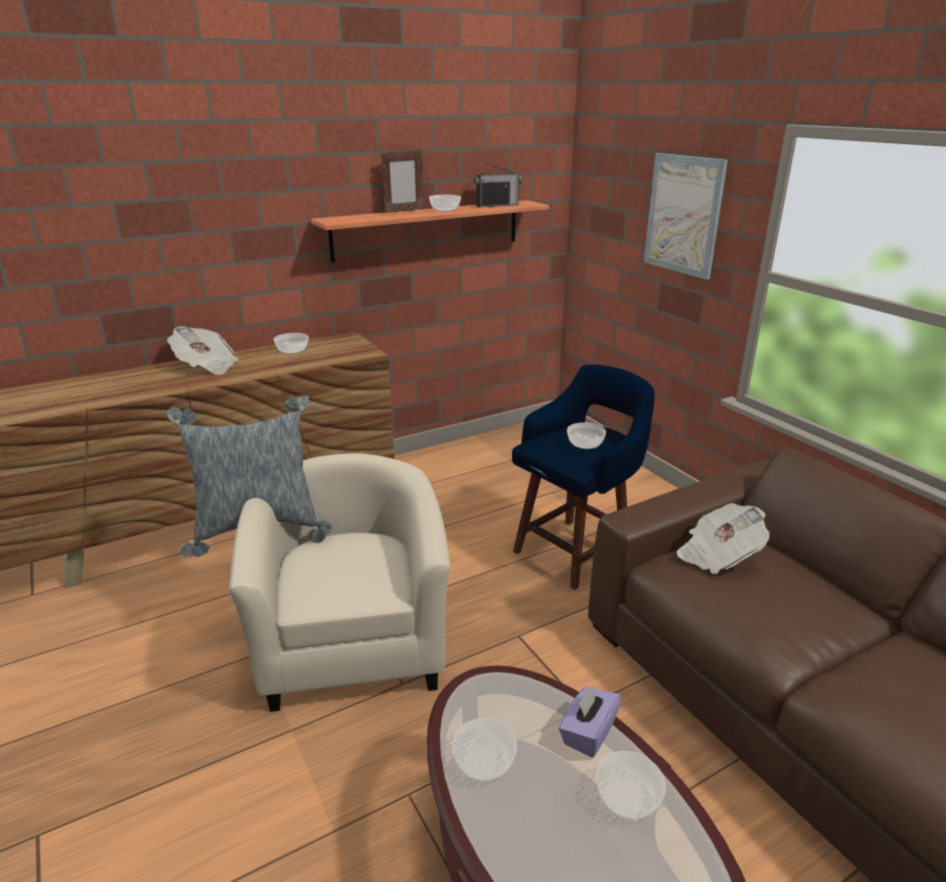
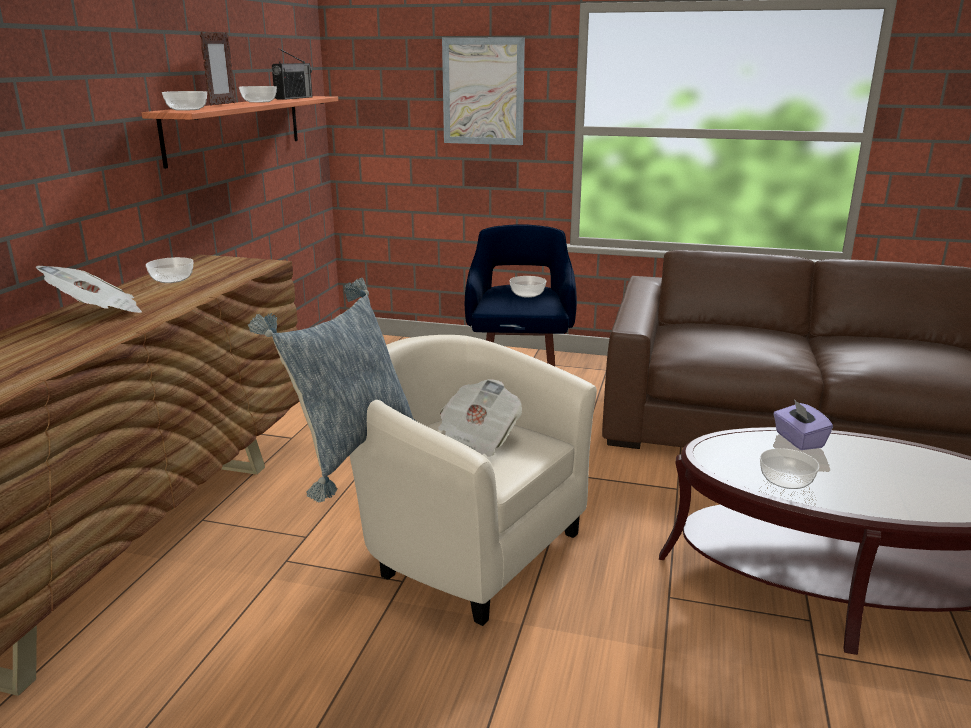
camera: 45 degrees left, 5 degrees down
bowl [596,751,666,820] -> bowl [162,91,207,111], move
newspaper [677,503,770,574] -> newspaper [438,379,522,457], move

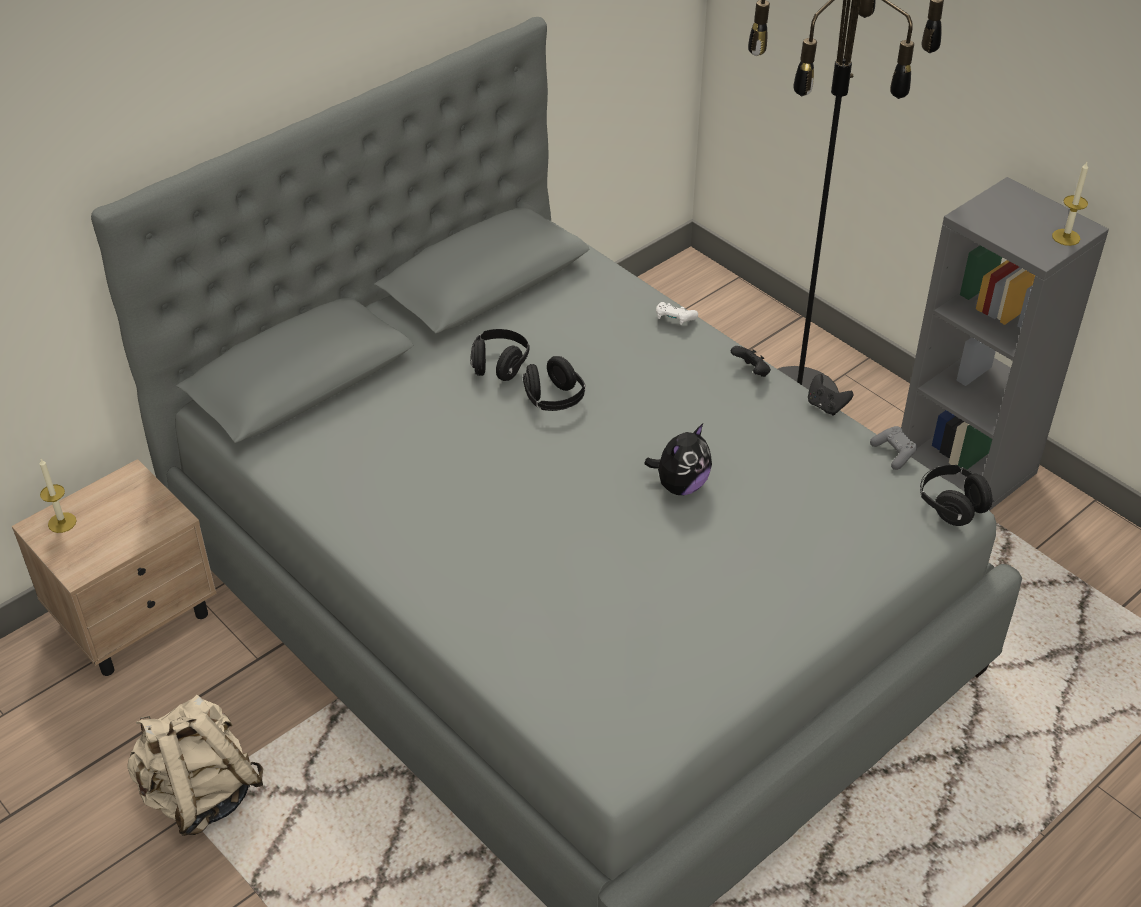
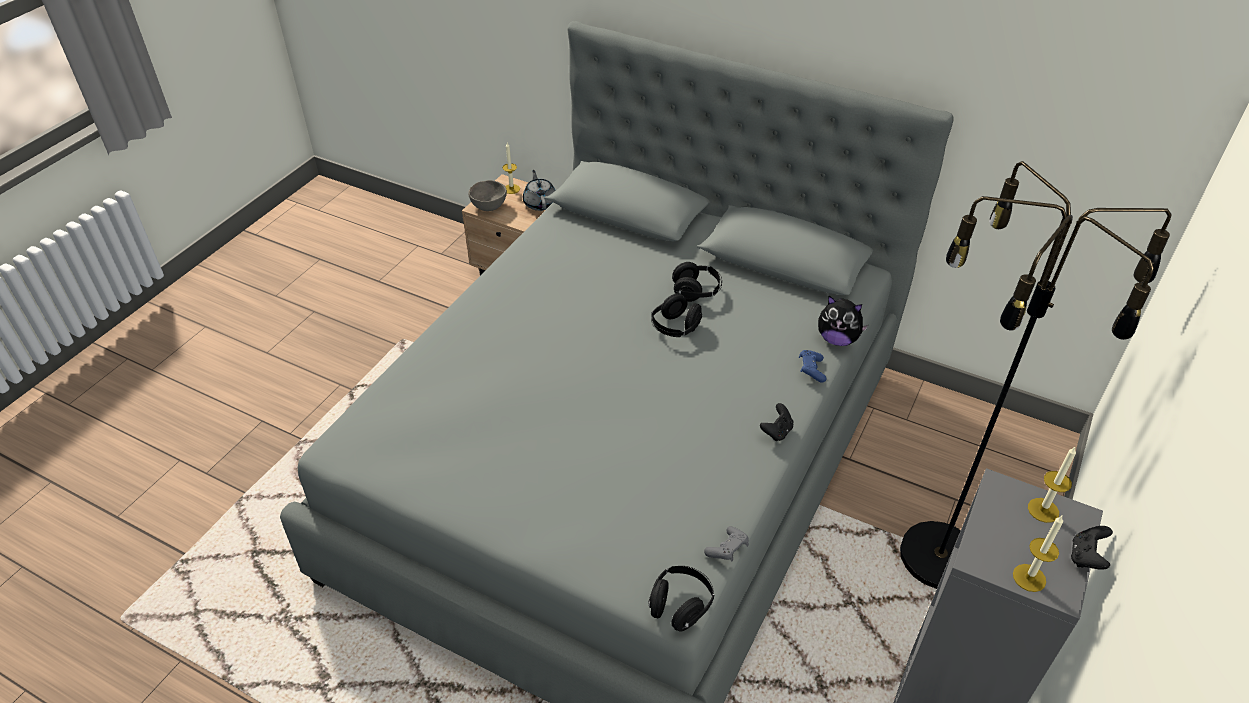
camera: 70 degrees right, 0 degrees up
none -> greyish bowl [468,180,507,211]
none -> greyish tea pot [523,170,556,211]
white-coloured game controller [656,302,698,325] -> bluish game controller [799,350,827,382]
cuddly toy [644,423,712,495] -> cuddly toy [818,296,869,346], move
none -> candle [1028,446,1076,523]
black-coloured game controller [808,374,854,416] -> black-coloured game controller [1071,526,1113,569], move
beige-coloured rucksack [127,695,264,836] -> none

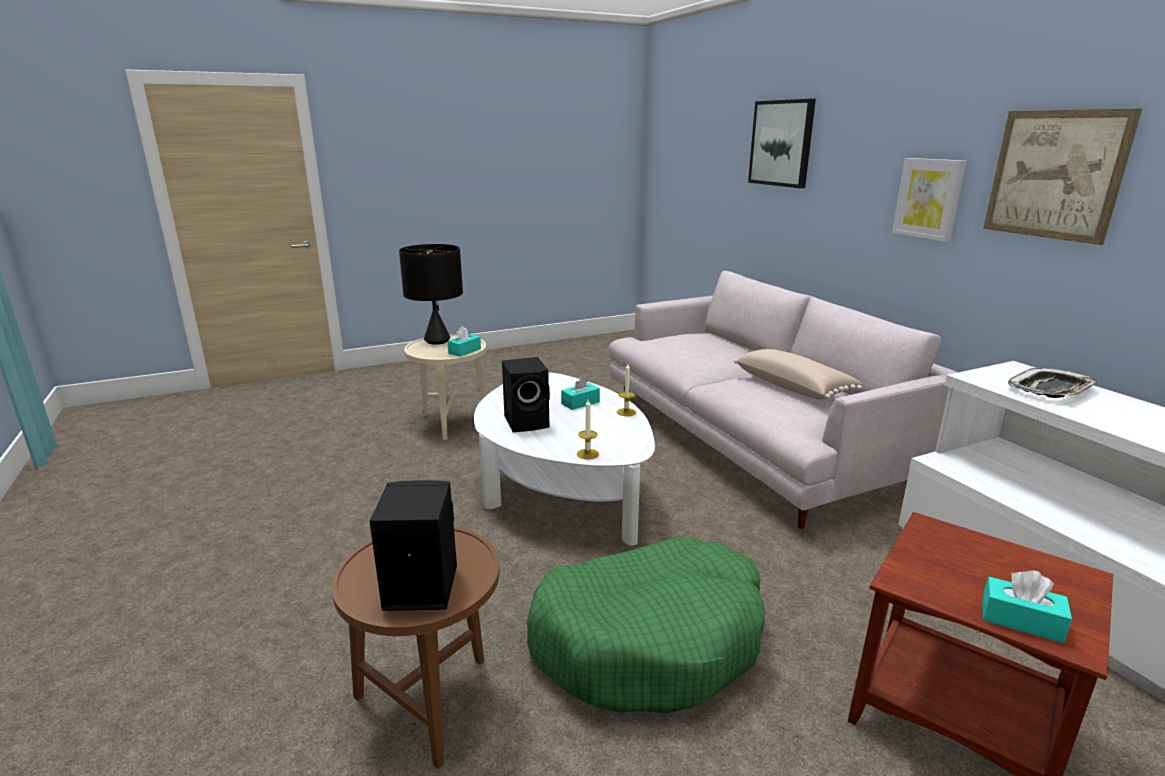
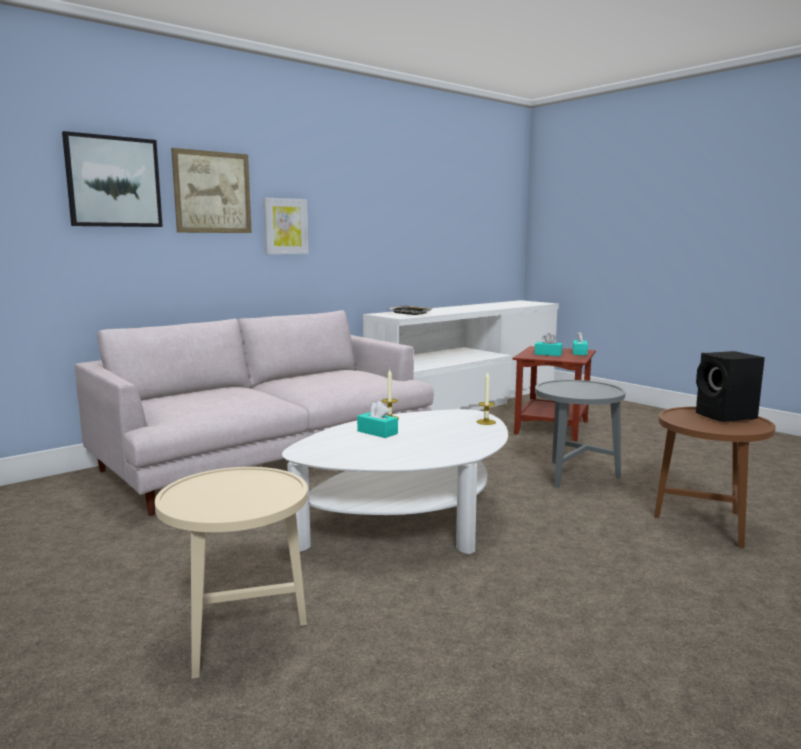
camera: 105 degrees left, 10 degrees down
picture [983,108,1142,245] -> picture [171,148,252,233], move
turquoise-coloured box of tissues [448,326,481,357] -> turquoise-coloured box of tissues [535,333,563,356], move
green dog bed [527,538,765,714] -> greyish accent table [535,380,626,488]
black-coloured table lamp [399,244,463,345] -> none
black-coloured audio speaker [502,357,550,432] -> none
beige-coloured pillow [734,349,862,400] -> none

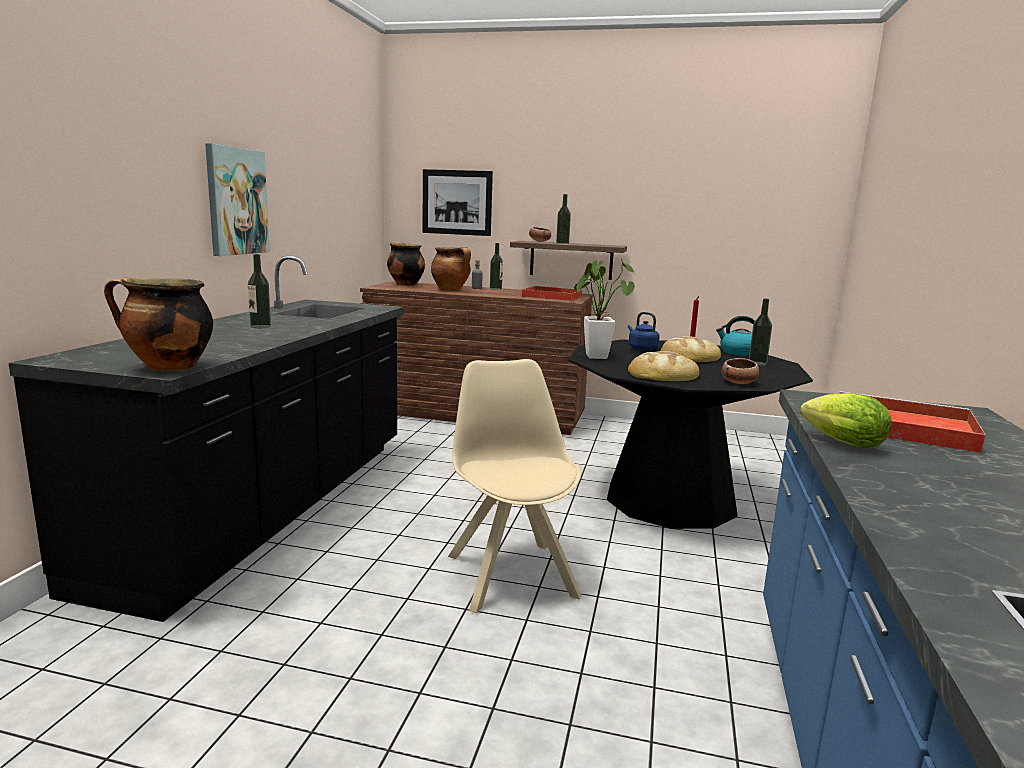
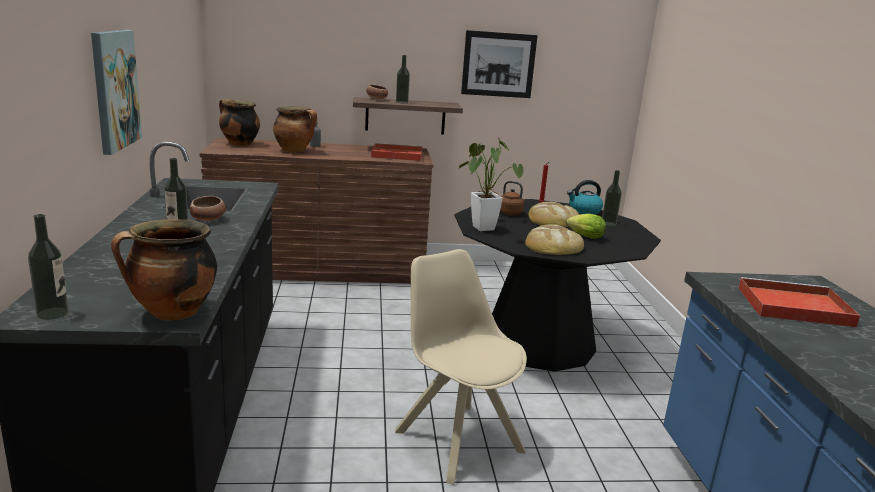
camera: 20 degrees left, 5 degrees up
bottle [490,243,503,290] -> bottle [28,214,68,320], move
bowl [722,358,759,384] -> bowl [190,196,226,221], move
picture [422,169,493,236] -> picture [461,30,538,98], move
bluish kettle [628,312,660,350] -> brown kettle [494,181,525,215]
head of lettuce [800,393,891,448] -> head of lettuce [566,214,606,239], move

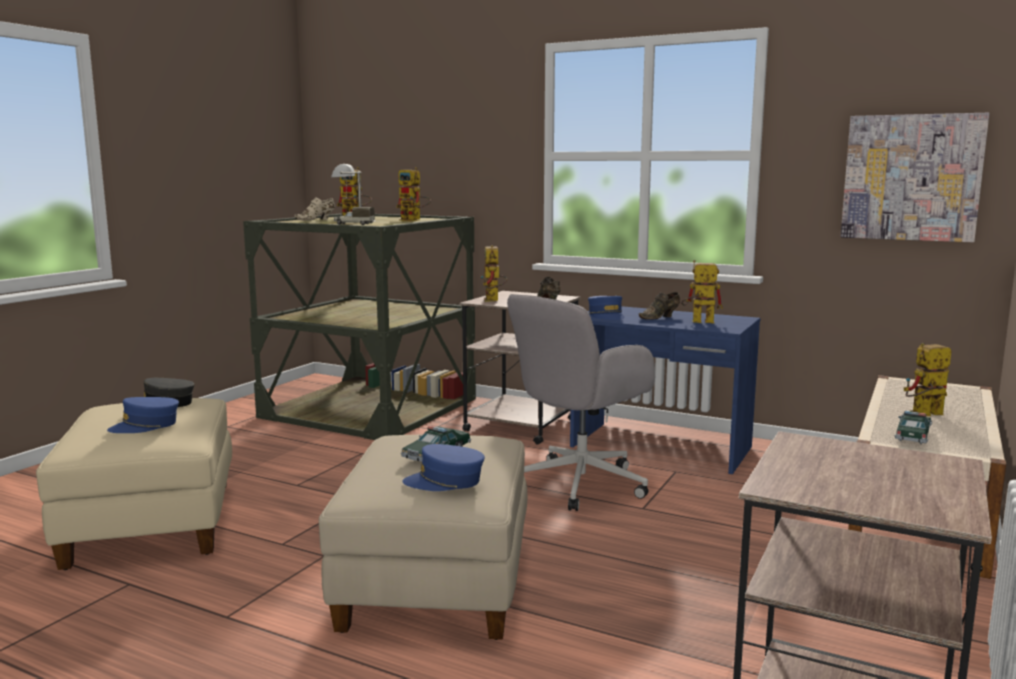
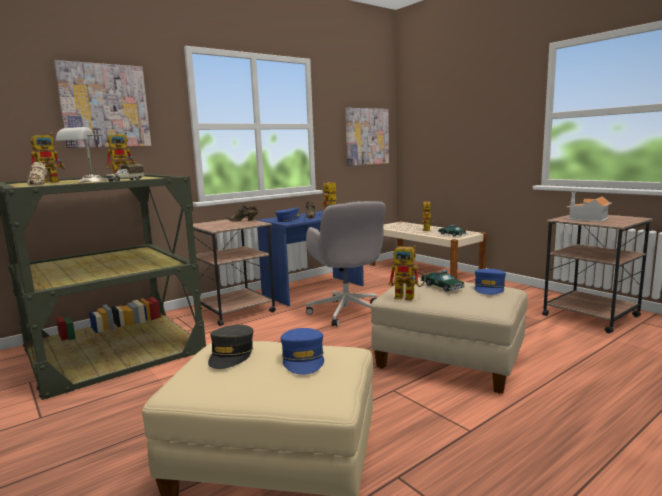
camera: 65 degrees left, 0 degrees up
none -> picture [54,60,151,148]
robot figure [481,245,507,302] -> robot figure [388,245,426,301], move
none -> toy house [566,192,612,222]

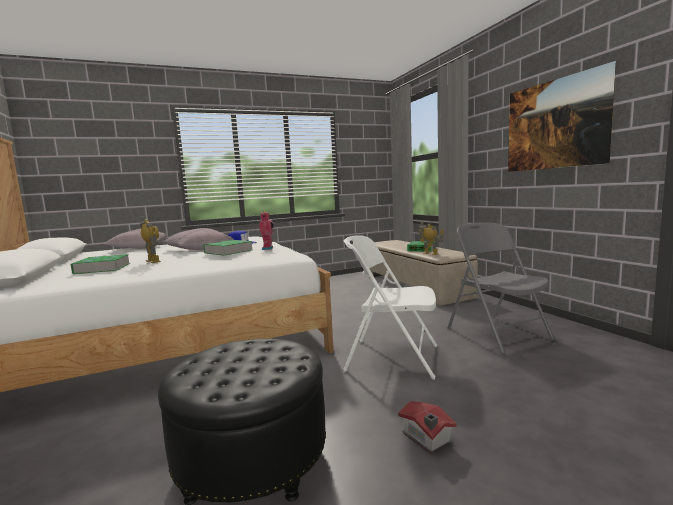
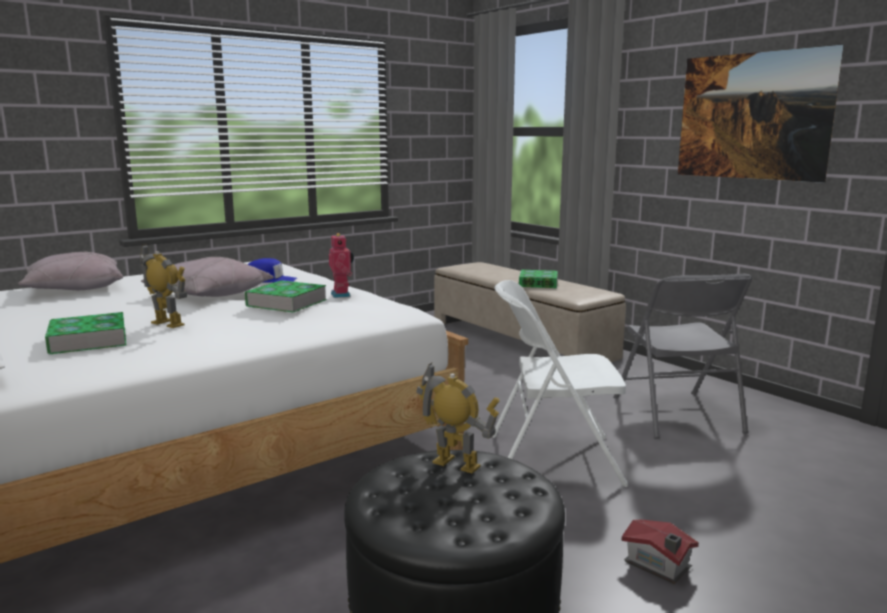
camera: 15 degrees left, 5 degrees up
robot figure [418,221,444,255] -> robot figure [416,363,499,474], move
greyish plain chair [447,222,555,355] -> greyish plain chair [613,274,752,439], 150 degrees counterclockwise

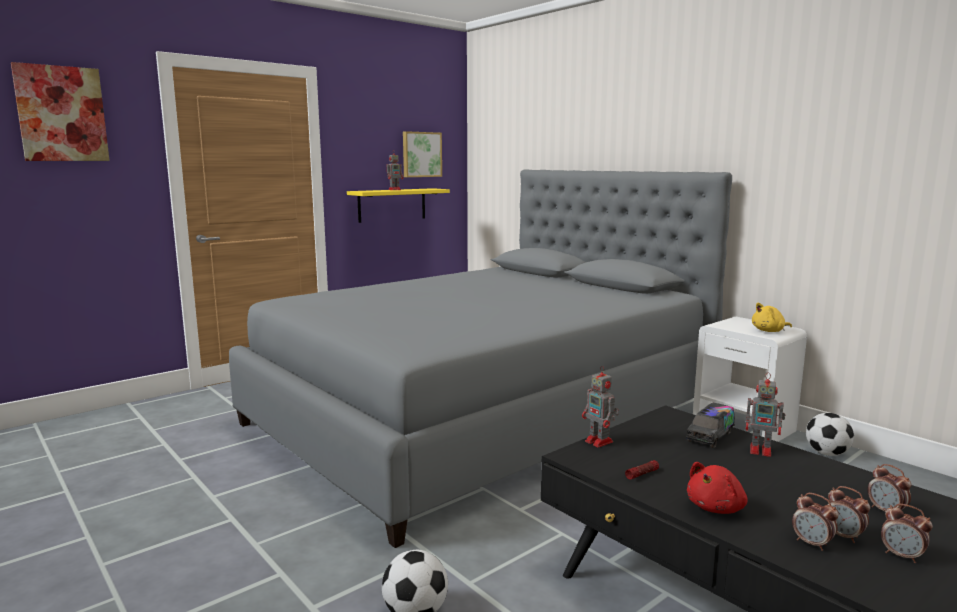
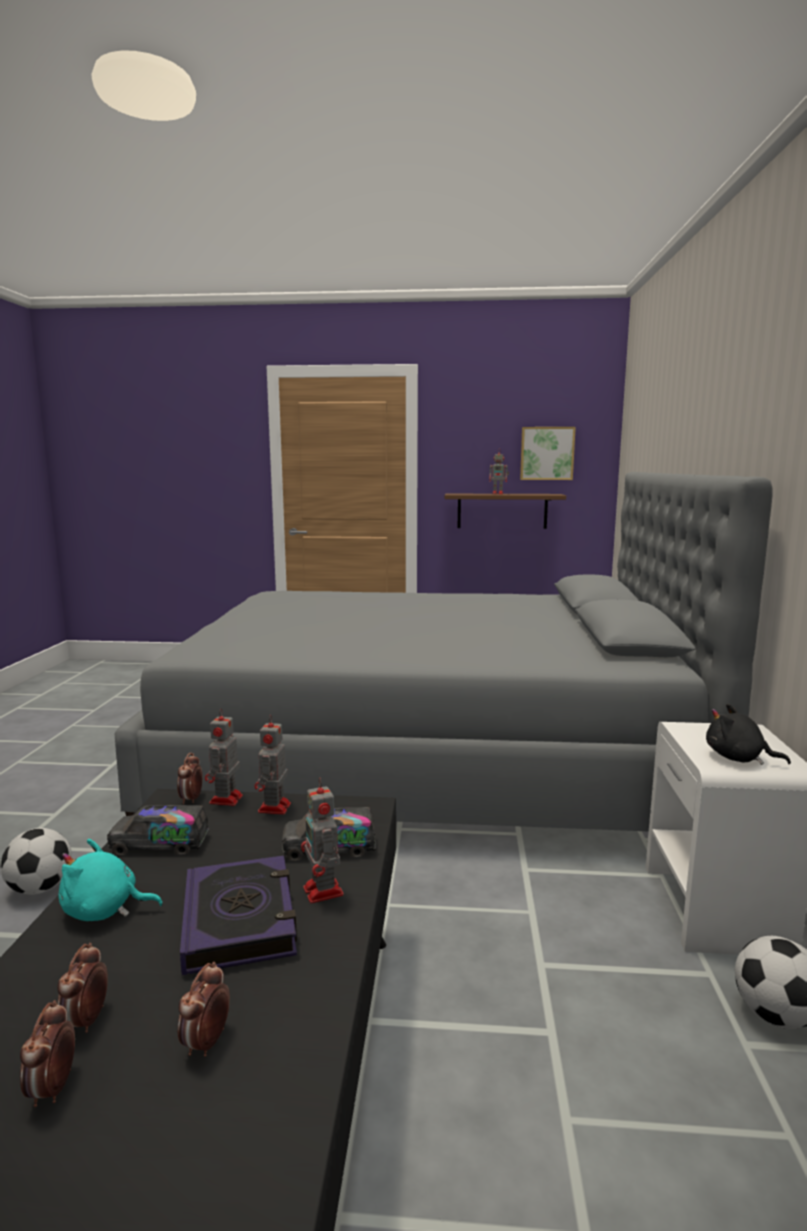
camera: 45 degrees right, 0 degrees up
red-coloured cuddly toy [687,462,748,514] -> turquoise-coloured cuddly toy [58,839,163,921]
flashlight [625,460,659,480] -> model truck [107,805,209,855]
bedside clock [792,493,839,551] -> bedside clock [177,753,203,805], move
none -> bound book [180,856,297,975]
none -> robot figure [254,714,291,815]
yellowish wall shelf [347,188,450,223] -> brown wall shelf [444,494,566,529]
yellowish cuddly toy [752,303,792,332] -> black-coloured cuddly toy [706,704,791,765]
picture [11,62,110,161] -> none

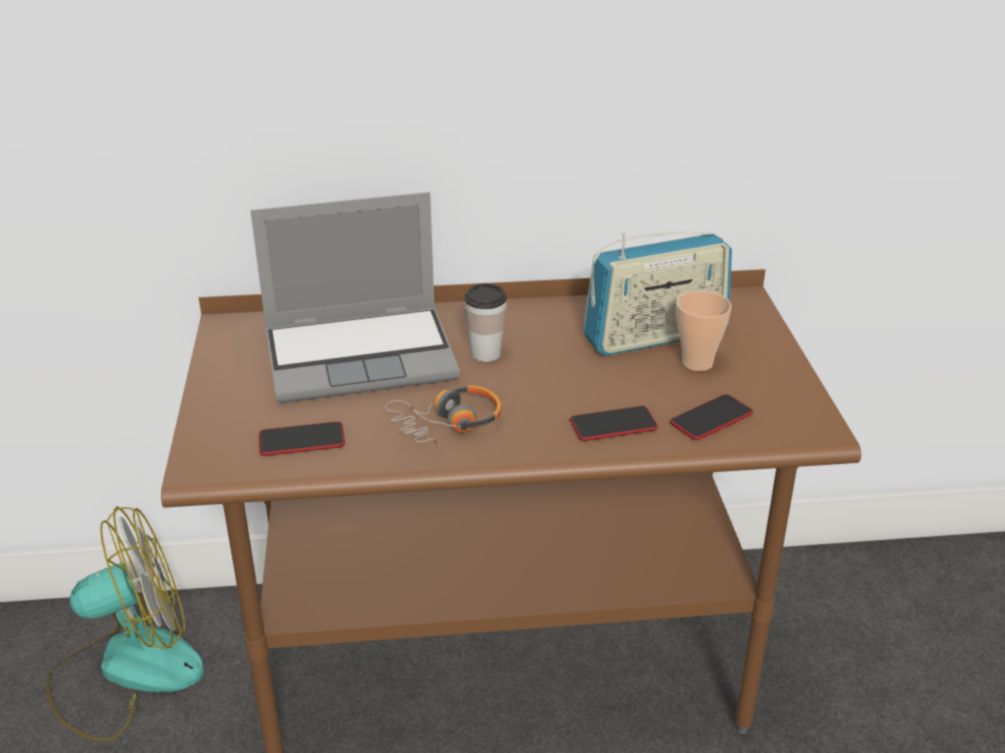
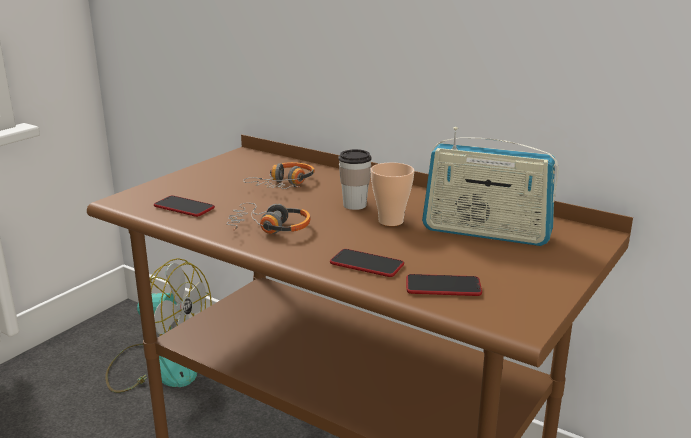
camera: 40 degrees right, 10 degrees down
portable computer [250,192,460,403] -> headphones [243,162,315,189]
drinking cup [676,291,732,371] -> drinking cup [370,162,415,226], move

